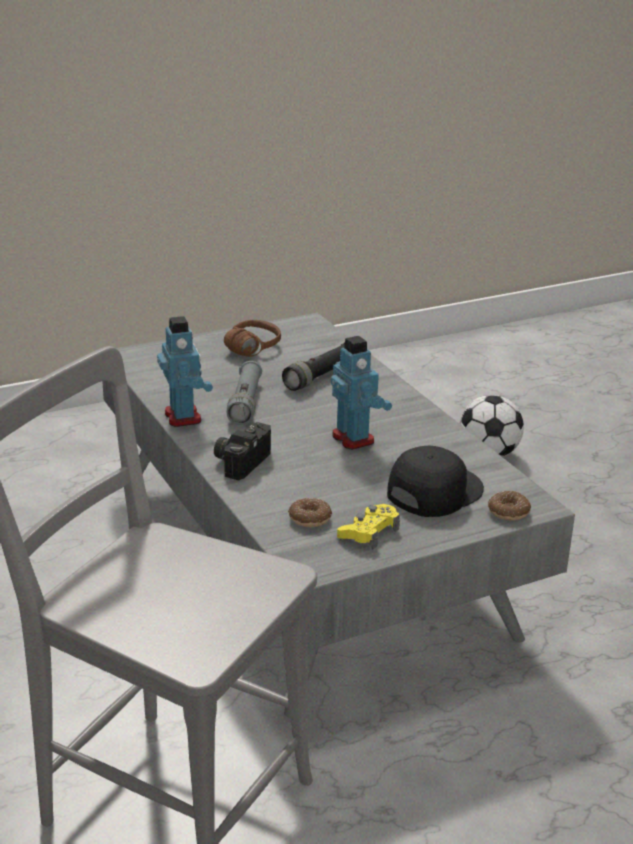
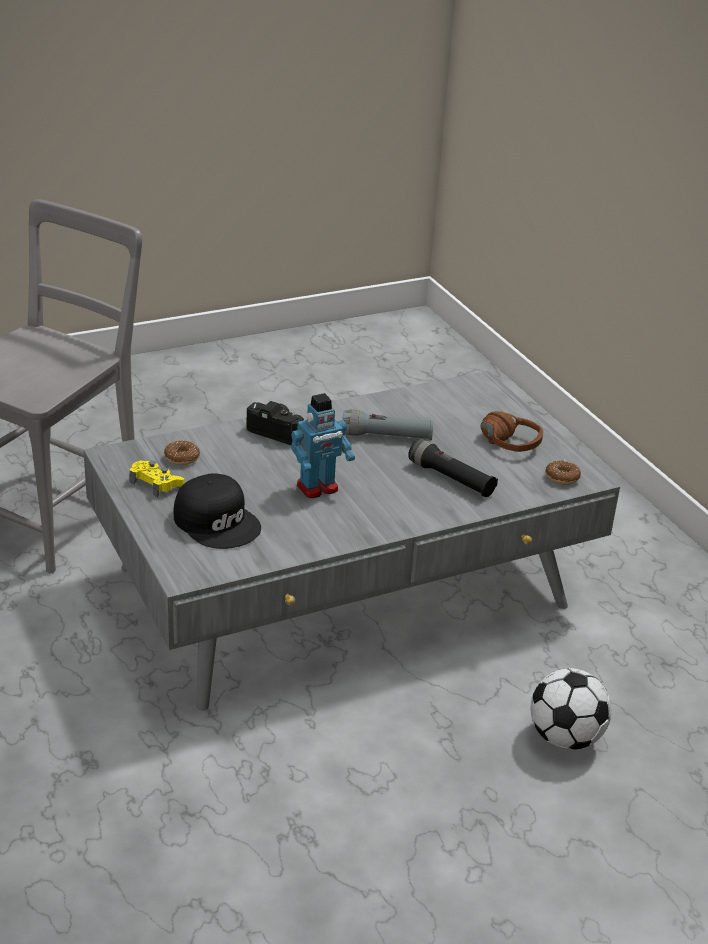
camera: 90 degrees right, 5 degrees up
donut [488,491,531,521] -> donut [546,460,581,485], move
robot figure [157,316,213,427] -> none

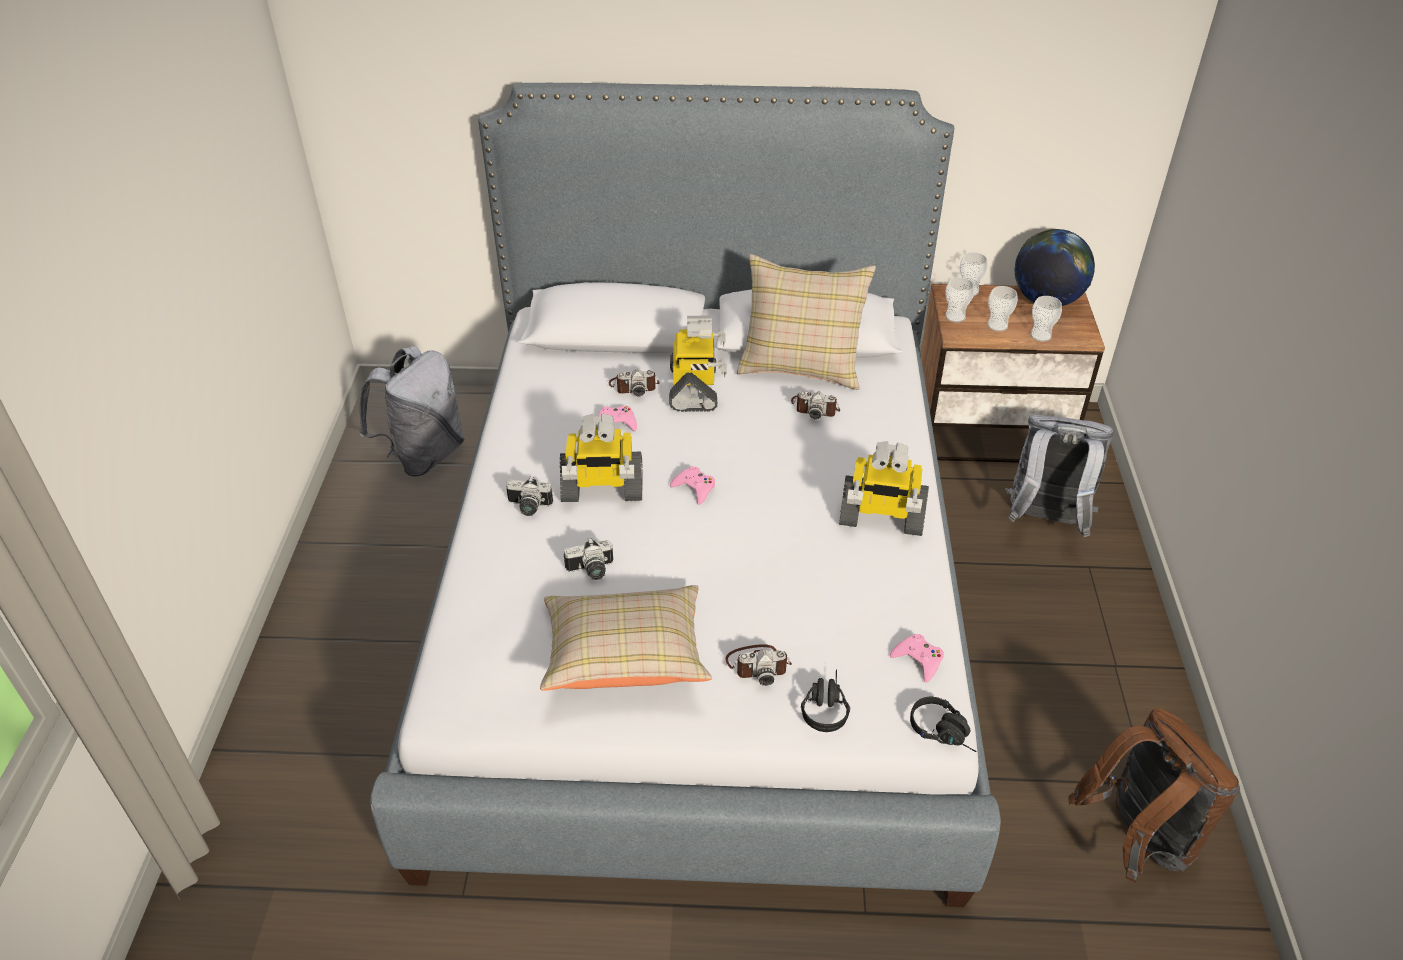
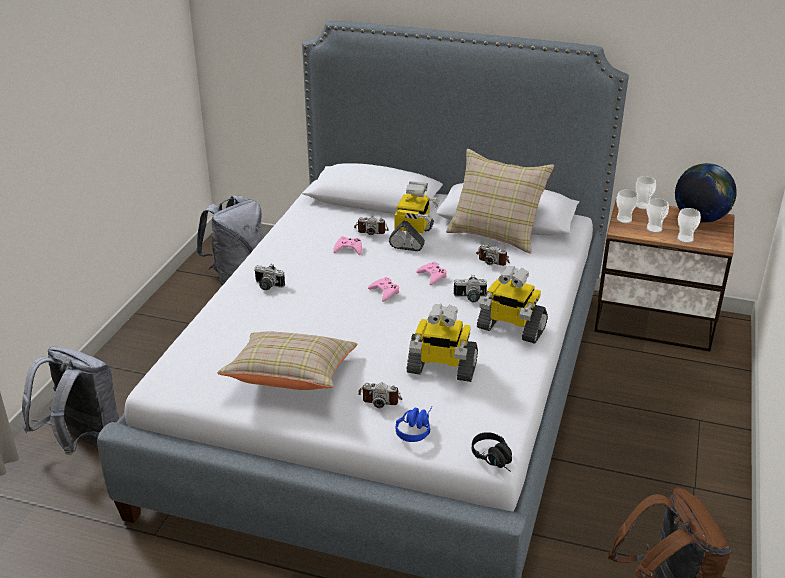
camera: 15 degrees right, 10 degrees down
greyish rucksack [1005,415,1113,537] -> greyish rucksack [22,346,119,455], move
black-coloured headphones [801,669,850,732] -> bluish headphones [396,406,432,442]
robot figure [560,413,643,502] -> robot figure [407,304,478,382], move
pink-coloured game controller [890,634,944,683] -> pink-coloured game controller [416,262,447,285], move
still camera [564,538,613,580] -> still camera [454,275,487,302], move

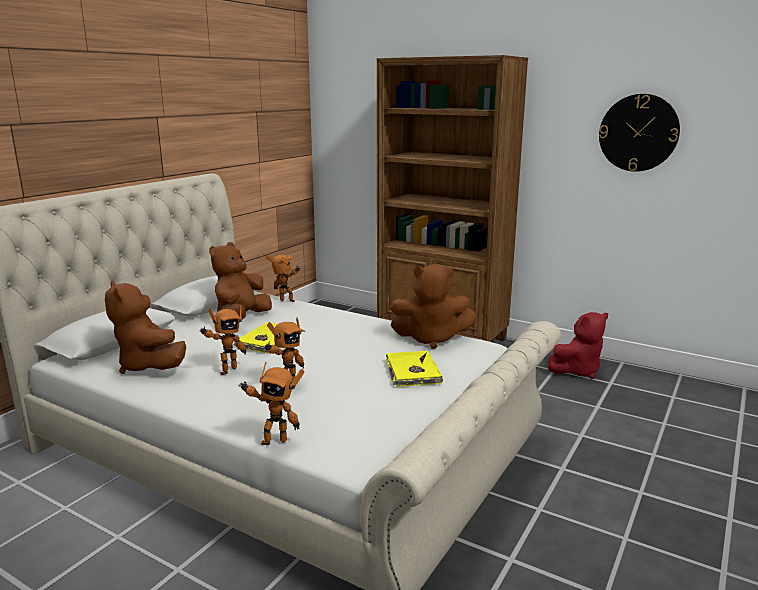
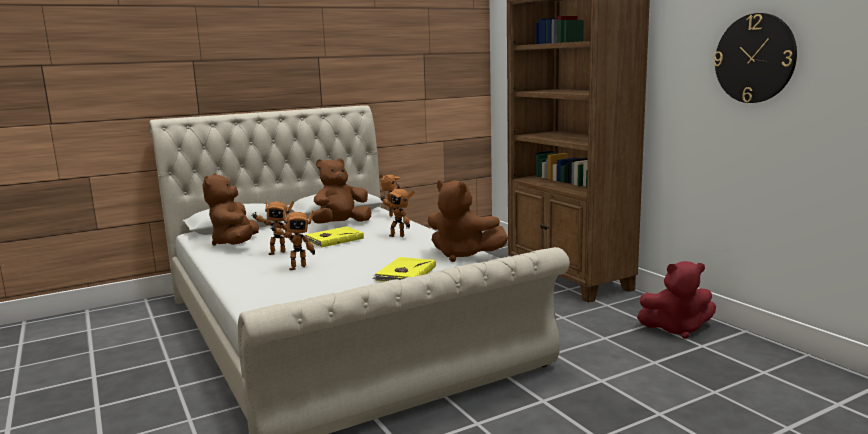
camera: 30 degrees right, 5 degrees down
robot figure [239,362,304,445] -> robot figure [381,186,415,237], move

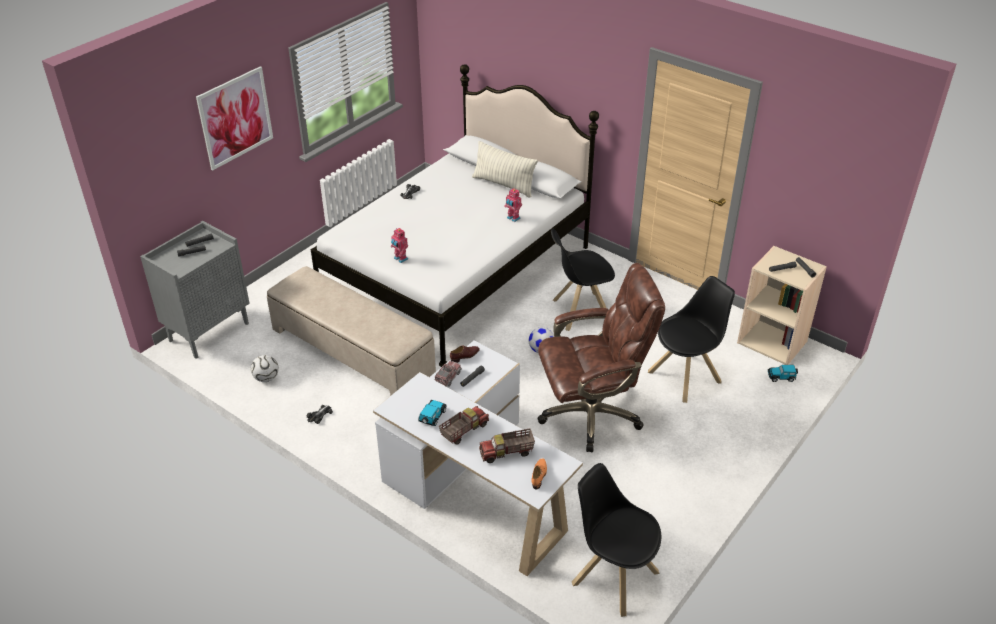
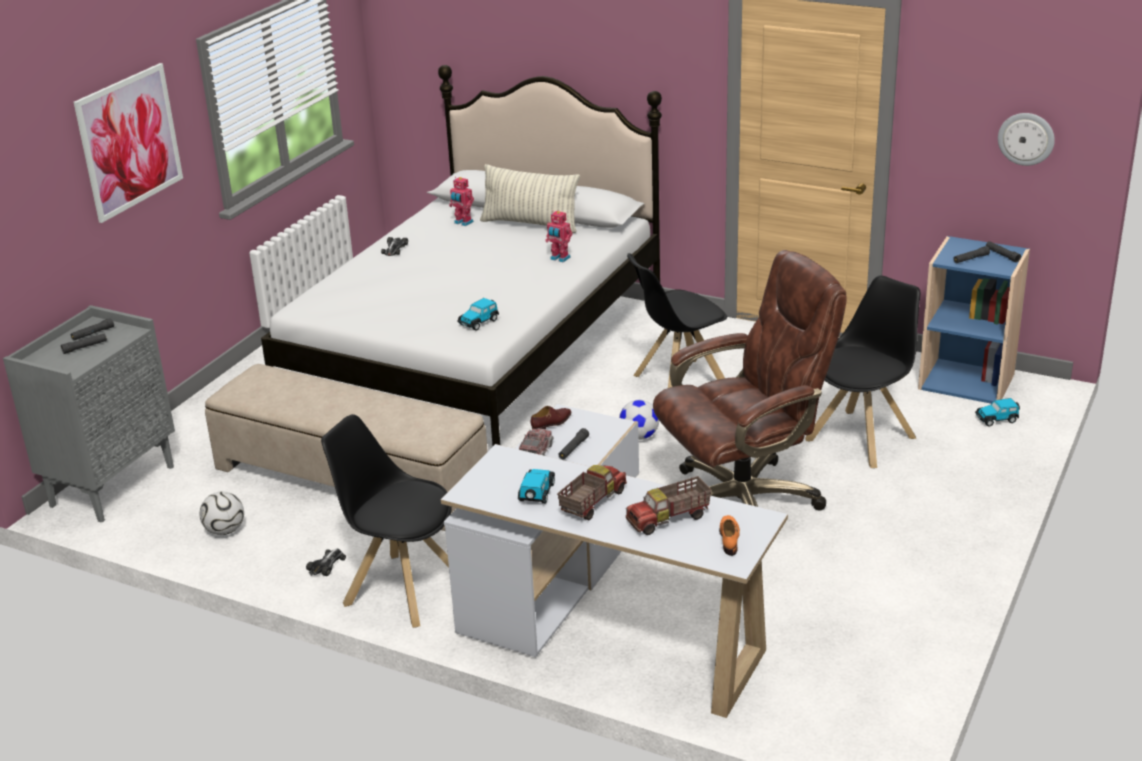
camera: 10 degrees left, 10 degrees down
black-coloured plain chair [572,463,661,617] -> black-coloured plain chair [321,414,452,628], move
robot figure [391,228,408,263] -> robot figure [449,177,474,226], move
none -> toy car [457,298,499,331]
beige-coloured bookshelf [737,246,827,365] -> bluish bookshelf [918,236,1030,404]
none -> hanging clock [998,113,1055,166]

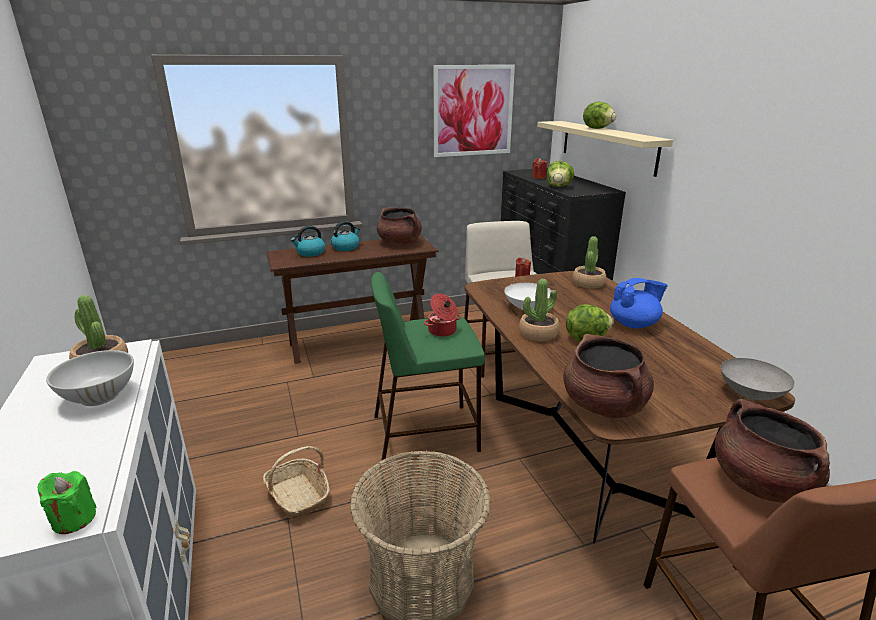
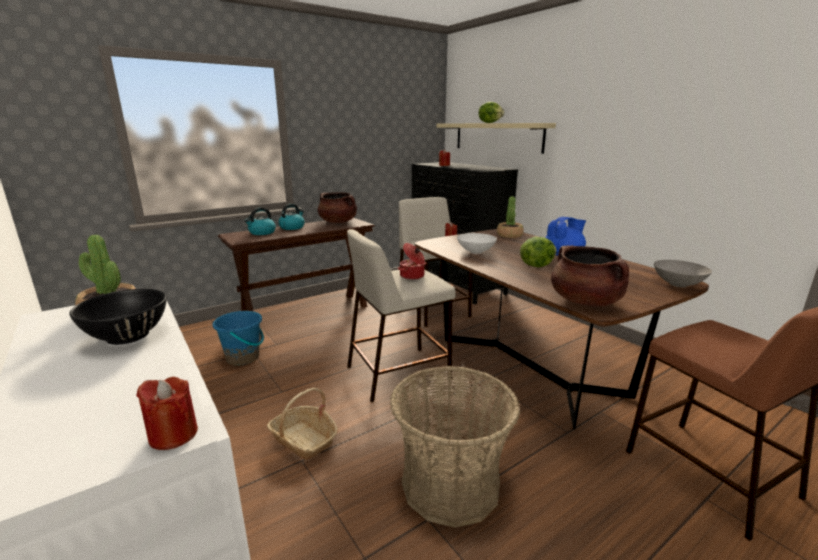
camera: 15 degrees left, 5 degrees down
white-coloured bowl [46,350,134,406] -> black-coloured bowl [69,289,167,345]
green candle [37,471,96,534] -> red-coloured candle [136,377,198,450]
none -> bluish bucket [212,311,264,366]
green sitting stool [371,272,485,461] -> beige-coloured sitting stool [347,229,456,402]
picture [433,65,515,157] -> none
plant in a pot [519,279,560,342] -> none
head of lettuce [547,161,574,187] -> none
brown stockpot [715,399,830,503] -> none

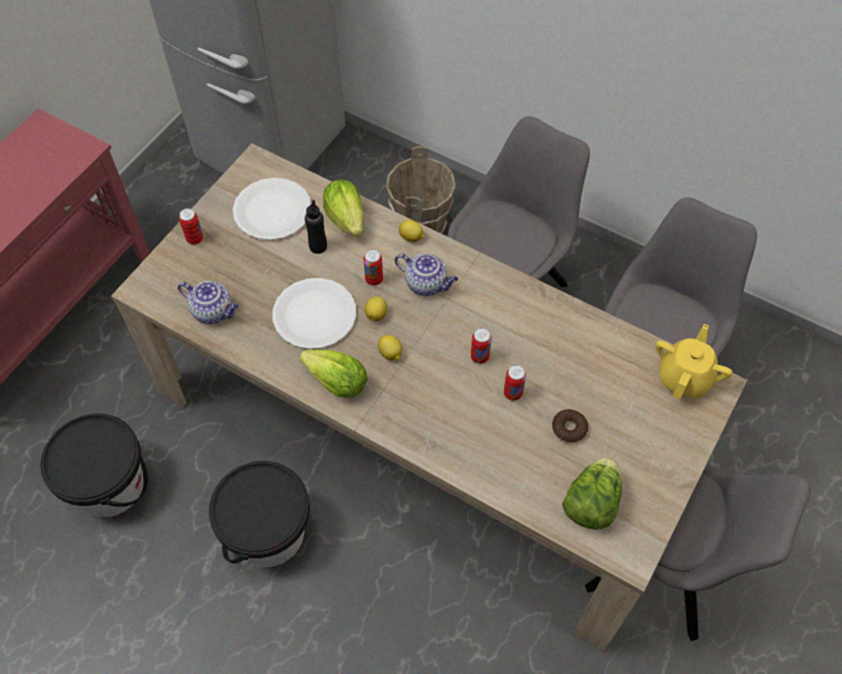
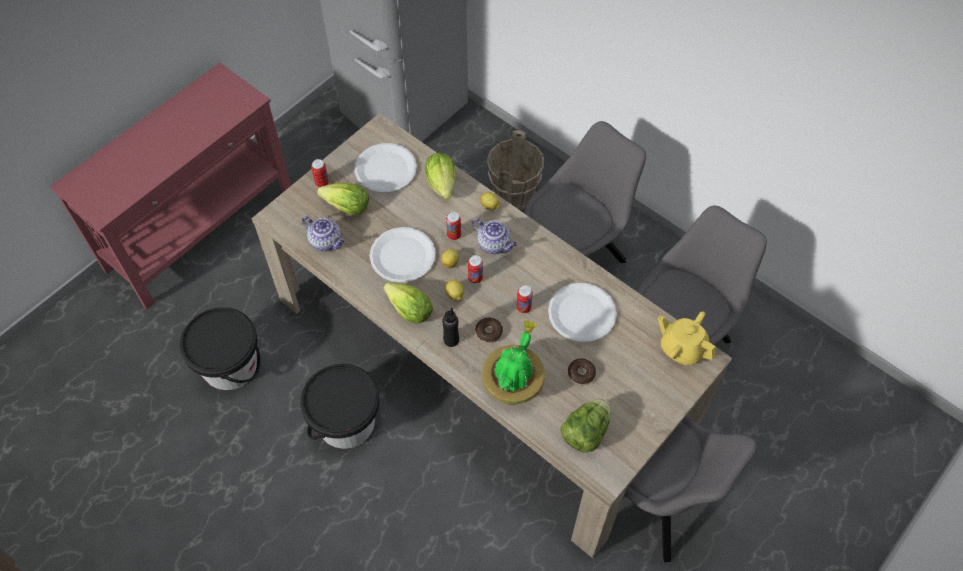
camera: 10 degrees right, 0 degrees up
none -> head of lettuce [317,183,369,215]
black-coloured bottle [305,200,327,254] -> black-coloured bottle [442,307,459,347], move
metal can [504,365,526,401] -> metal can [468,255,483,284], move
none -> donut [475,318,503,343]
none -> plant in a pot [482,320,545,405]
none -> white-coloured dinner plate [548,283,617,342]
yellowish tea pot [656,324,732,400] -> yellowish tea pot [658,311,716,365], 90 degrees counterclockwise

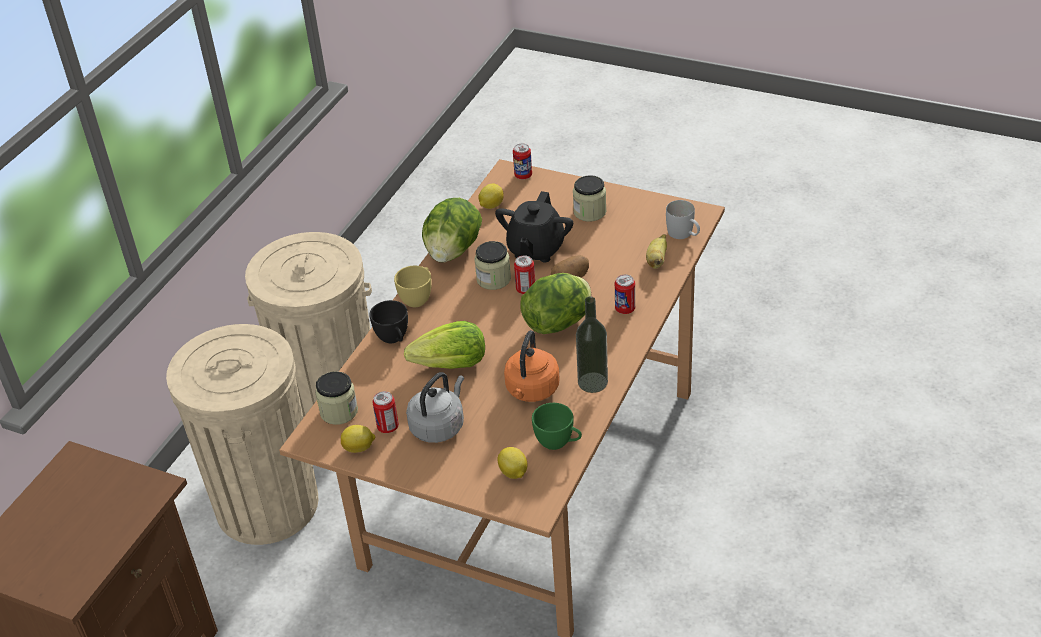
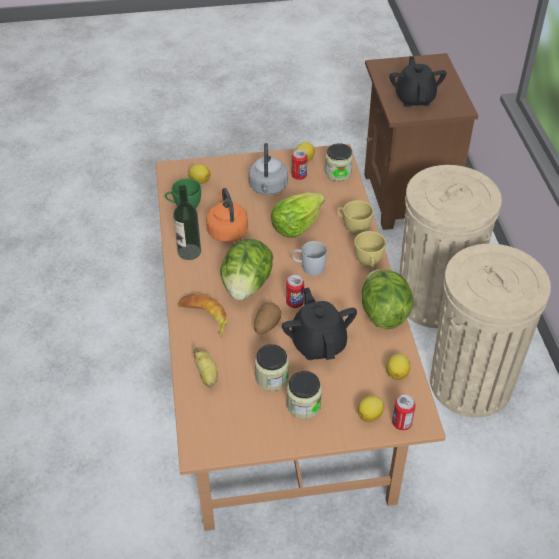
camera: 145 degrees right, 5 degrees up
metal can [615,274,635,314] -> banana [178,294,227,338]
jar [474,241,511,290] -> jar [255,344,289,391], move
white-coloured mug [666,200,700,239] -> white-coloured mug [292,241,327,276], move
black-coloured drinking cup [369,300,408,343] -> yellowish drinking cup [337,200,374,235]
none -> lemon [357,396,384,422]
none -> black-coloured tea pot [389,56,447,107]

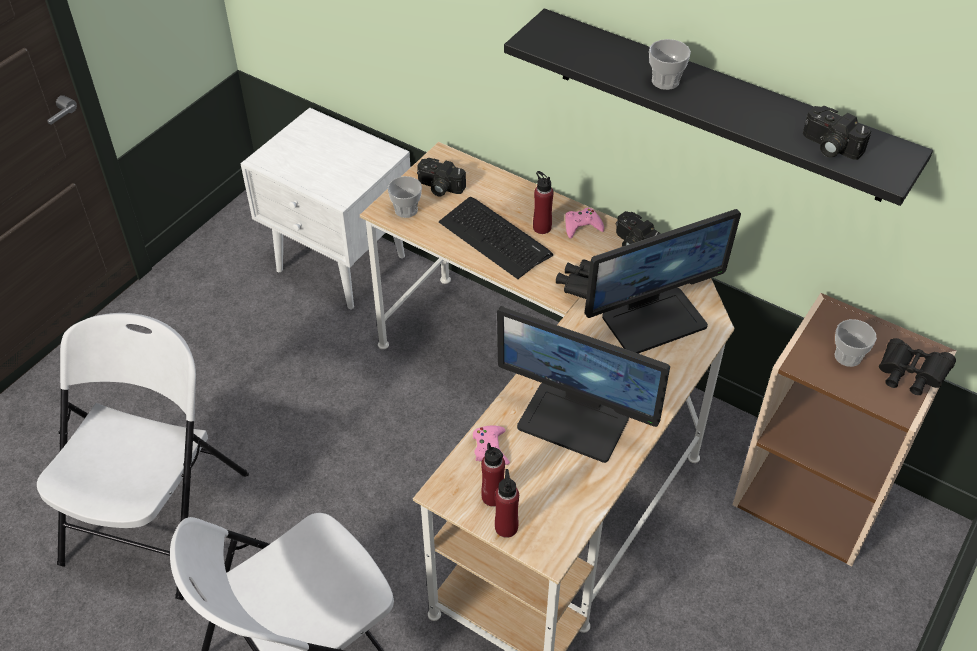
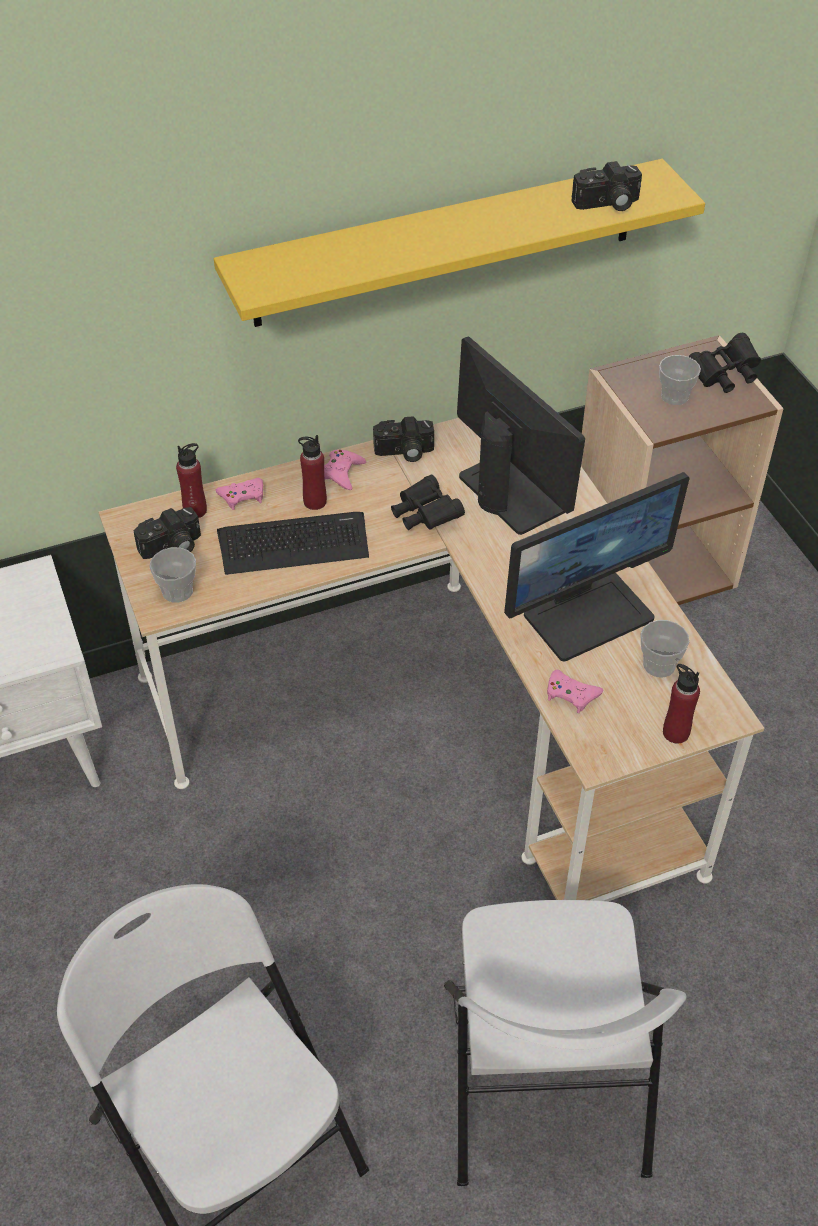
camera: 55 degrees left, 0 degrees up
red-coloured bottle [481,443,505,507] -> red-coloured bottle [176,443,207,518], move
black-coloured wall shelf [504,8,933,206] -> yellowish wall shelf [214,159,705,327]
none -> pink-coloured game controller [216,478,263,510]
computer screen [585,209,741,354] -> computer screen [457,336,585,535], 45 degrees counterclockwise
drinking cup [649,39,691,90] -> drinking cup [641,620,689,677], move

